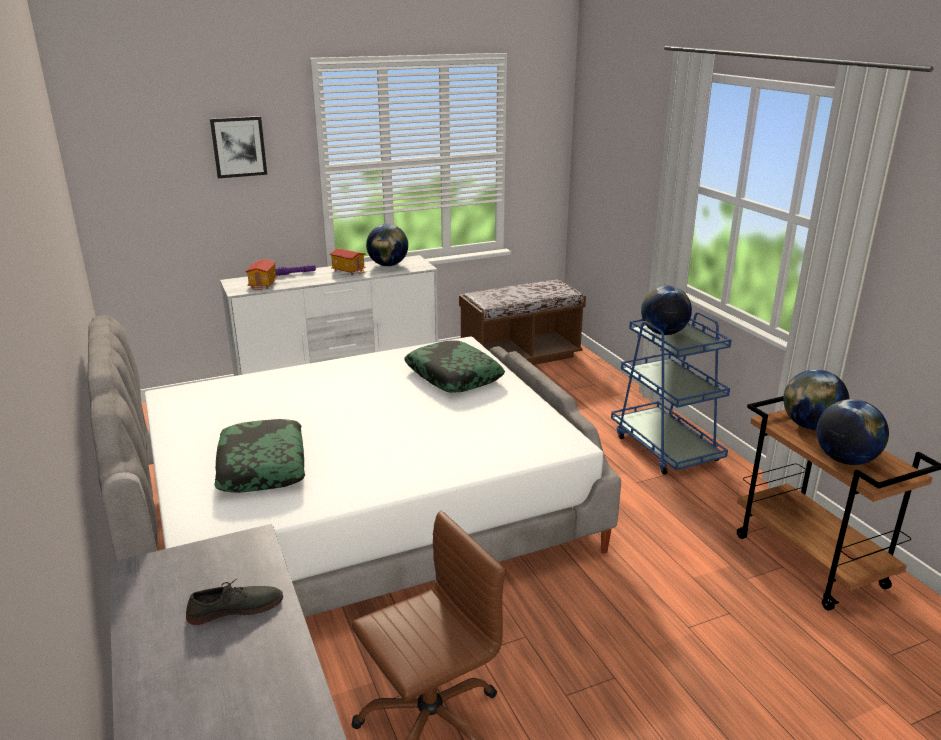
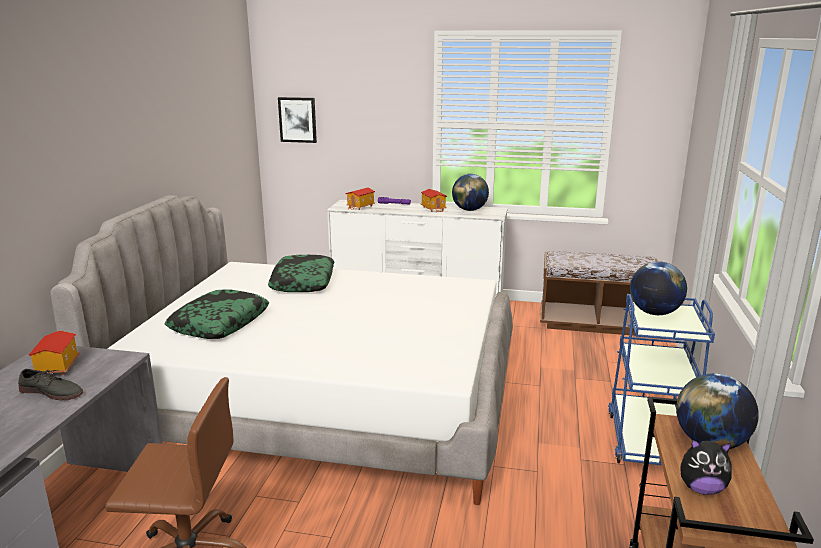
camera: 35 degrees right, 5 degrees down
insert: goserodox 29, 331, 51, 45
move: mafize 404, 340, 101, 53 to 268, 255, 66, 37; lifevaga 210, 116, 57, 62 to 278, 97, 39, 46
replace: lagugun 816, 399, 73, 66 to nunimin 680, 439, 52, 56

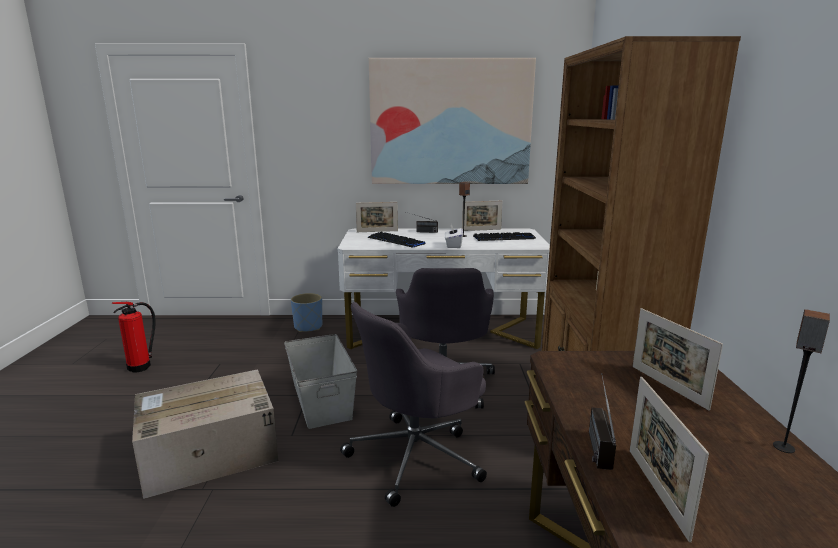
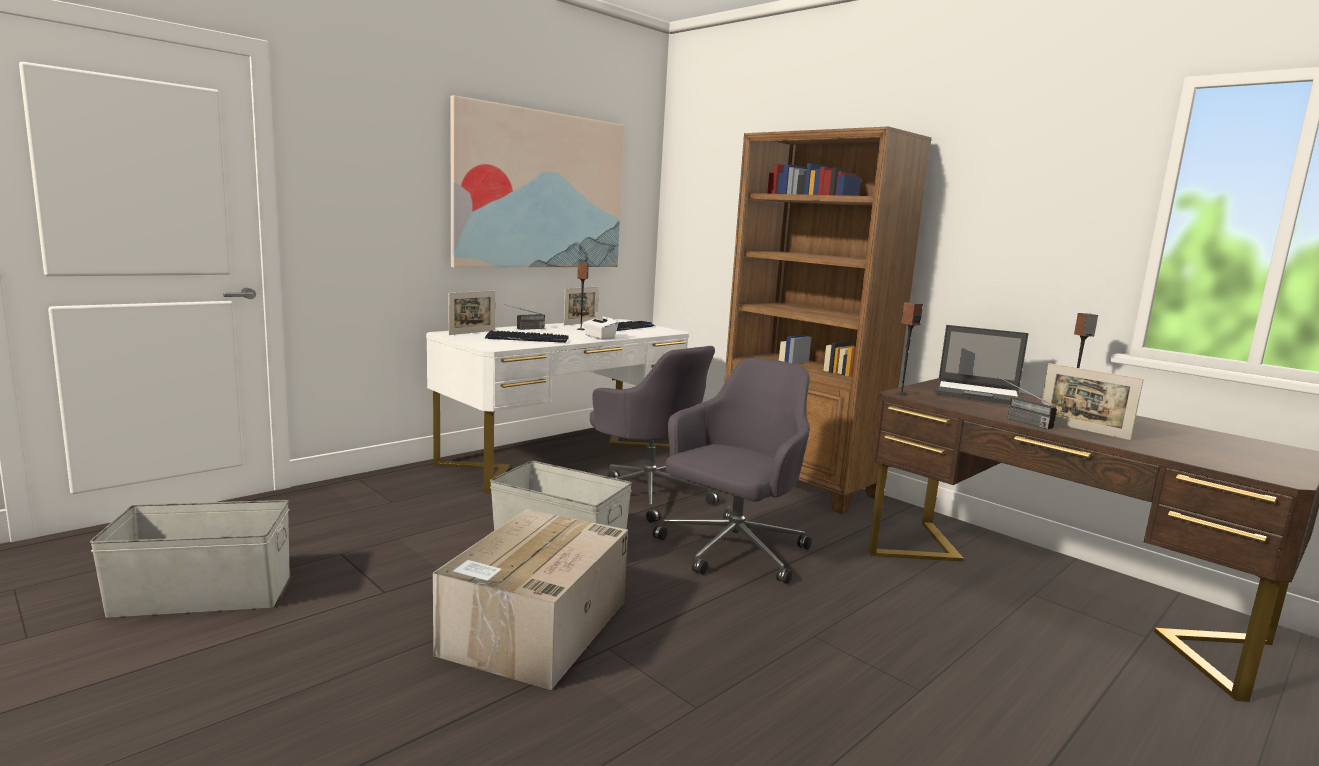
camera: 45 degrees left, 5 degrees down
delete: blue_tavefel 291, 293, 31, 39
insert: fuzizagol 896, 302, 27, 93
replace: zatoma 112, 302, 44, 71 to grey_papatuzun 90, 500, 200, 118; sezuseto 632, 308, 91, 103 to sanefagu 935, 325, 94, 80
rotate: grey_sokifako 340, 302, 147, 205 = 653, 358, 159, 226 150 degrees counterclockwise

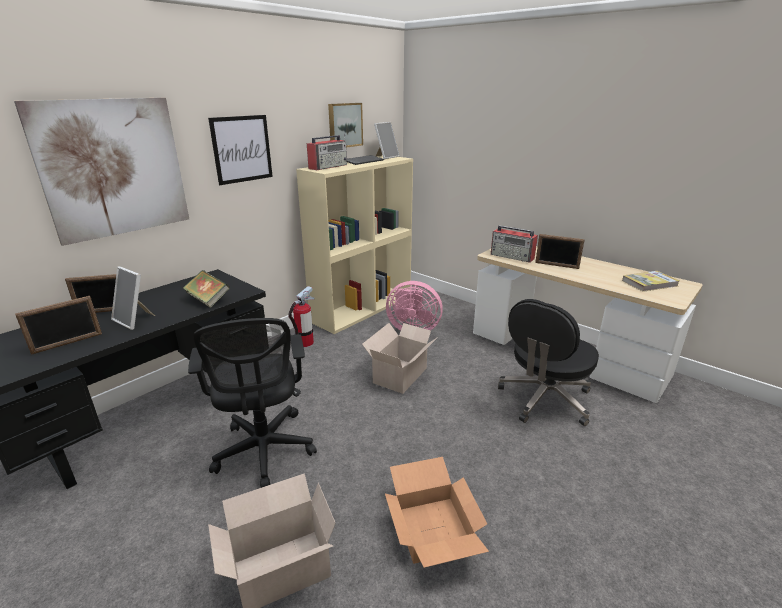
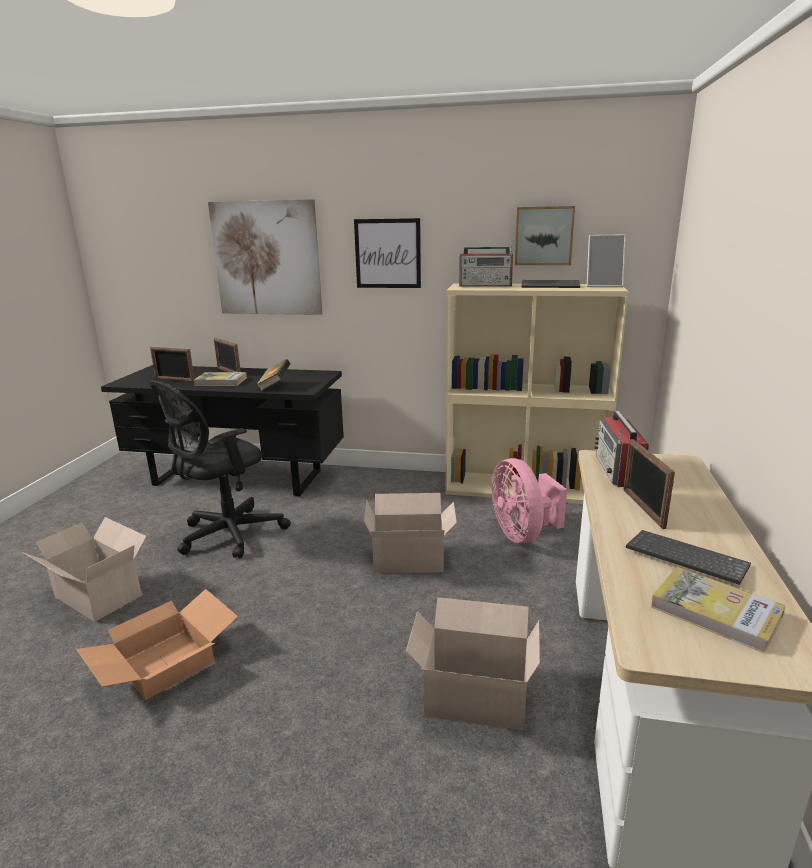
camera: 60 degrees right, 5 degrees down
delete: zatoma 288, 286, 27, 61
insert: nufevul 626, 530, 125, 55
replace: sezuseto 111, 266, 44, 64 to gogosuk 194, 372, 53, 14; black_sokifako 498, 299, 101, 127 to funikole 406, 597, 134, 134

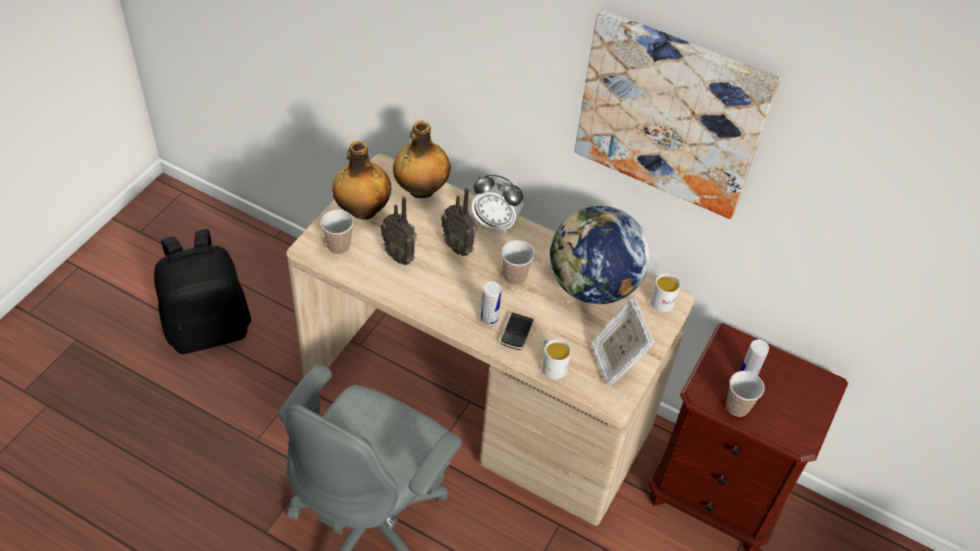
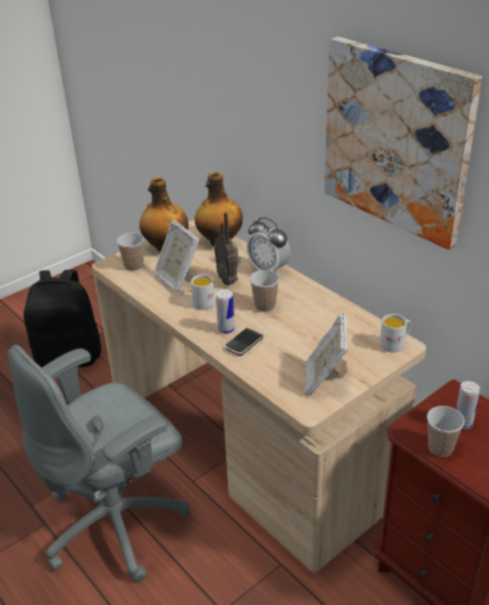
camera: 25 degrees right, 15 degrees down
delete: lagugun 550, 206, 100, 98
move: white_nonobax 542, 338, 30, 42 to 191, 274, 24, 36
replace: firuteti 381, 197, 36, 68 to sezuseto 155, 220, 45, 73

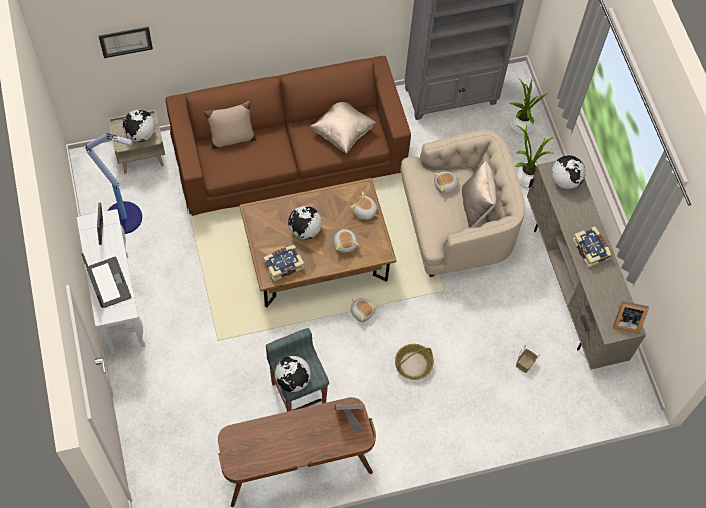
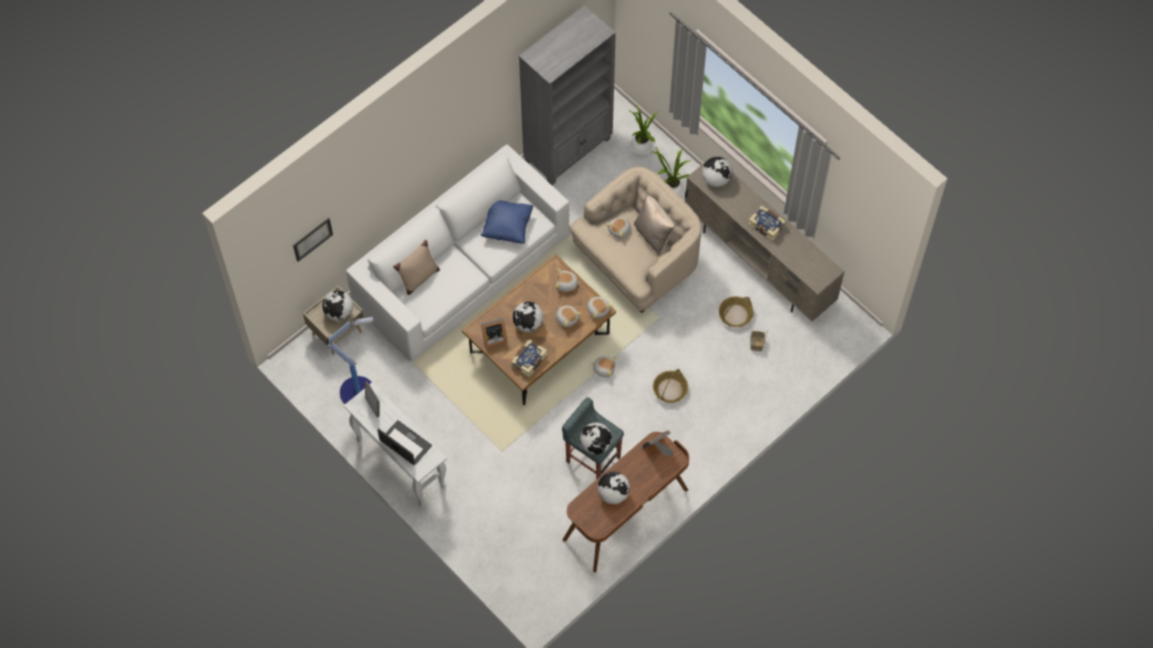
camera: 25 degrees left, 0 degrees up
insert: nunimin 587, 297, 26, 21; lagugun 598, 472, 32, 32; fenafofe 719, 296, 35, 31
move: sezuseto 613, 301, 36, 33 to 481, 318, 27, 30
recolor: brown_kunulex 165, 56, 246, 160 to white_kunulex 346, 145, 224, 217; beige_mafize 310, 102, 67, 51 to blue_mafize 480, 200, 54, 44

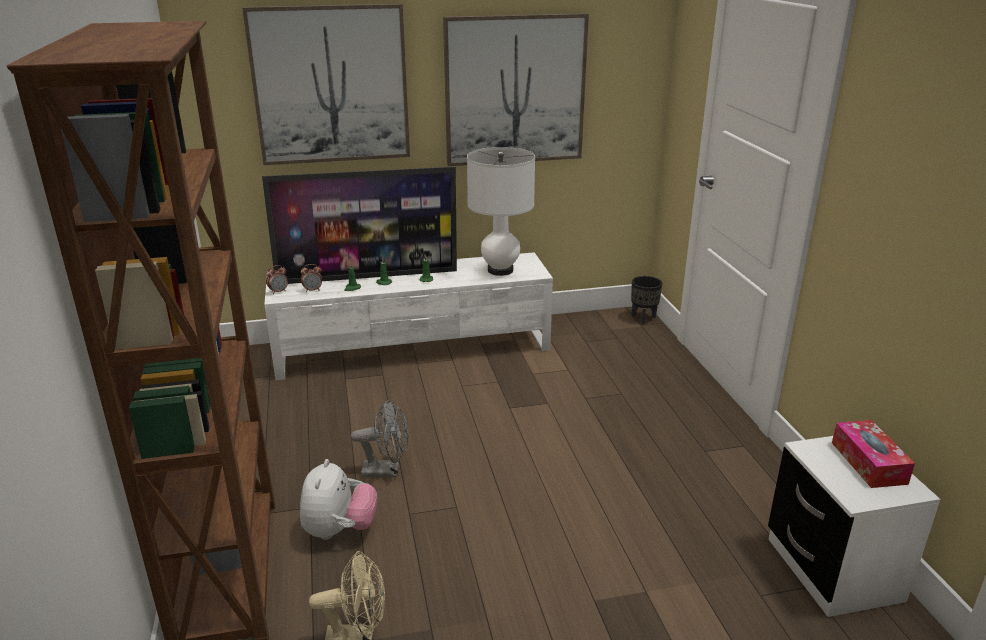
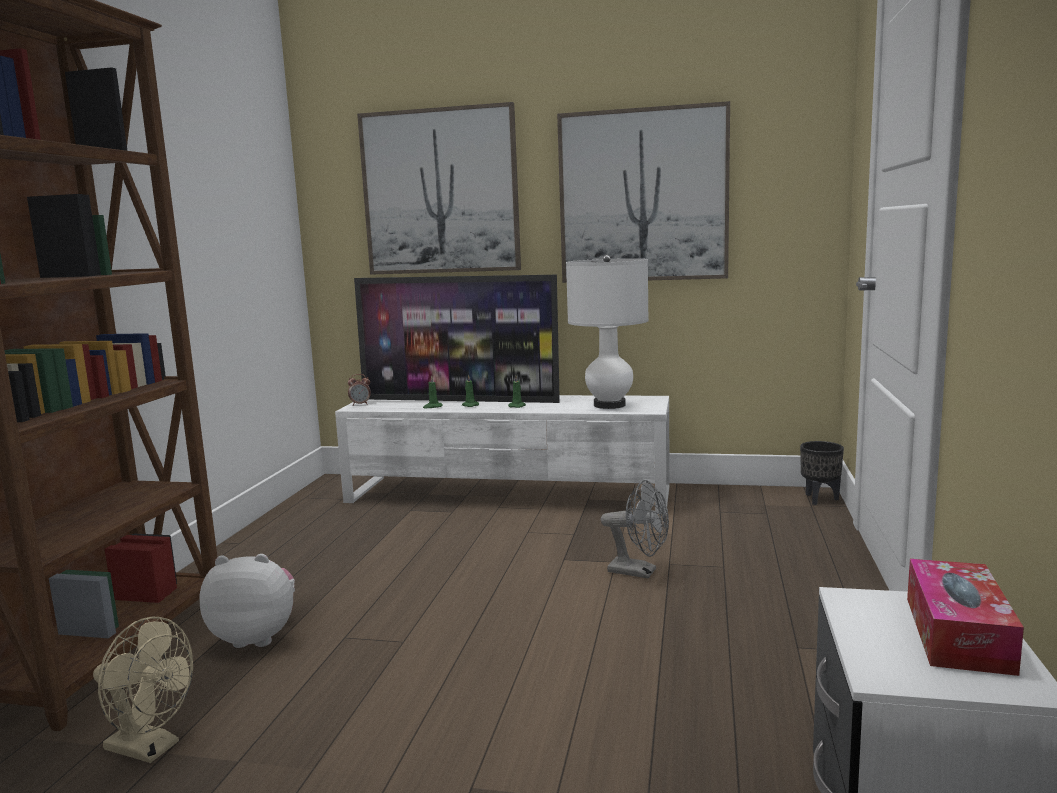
camera: 25 degrees right, 15 degrees down
delete: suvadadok 301, 264, 21, 28
move: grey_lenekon 351, 400, 57, 77 to 601, 480, 68, 99
rotate: nunimin 300, 459, 77, 81 = 199, 554, 96, 94 120 degrees counterclockwise

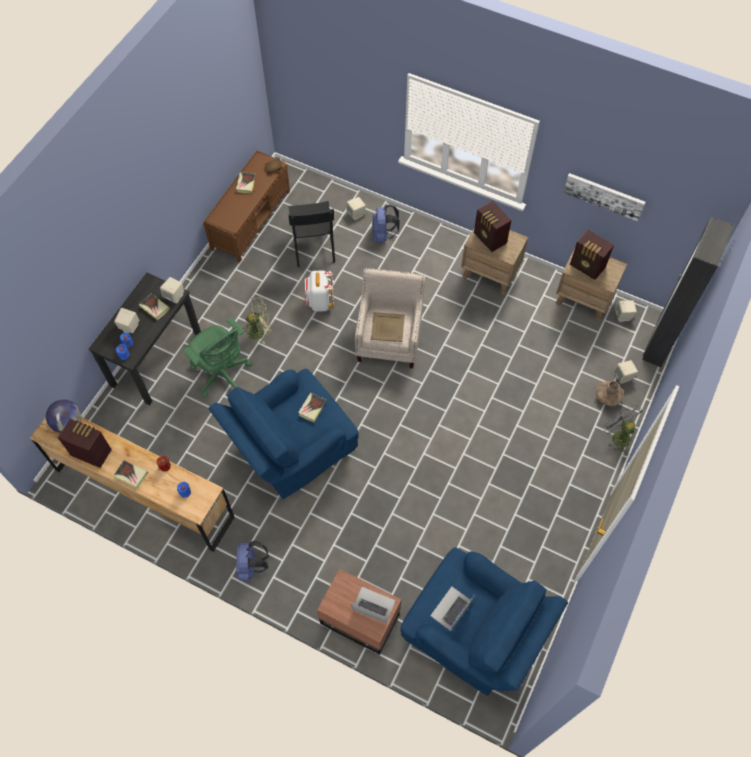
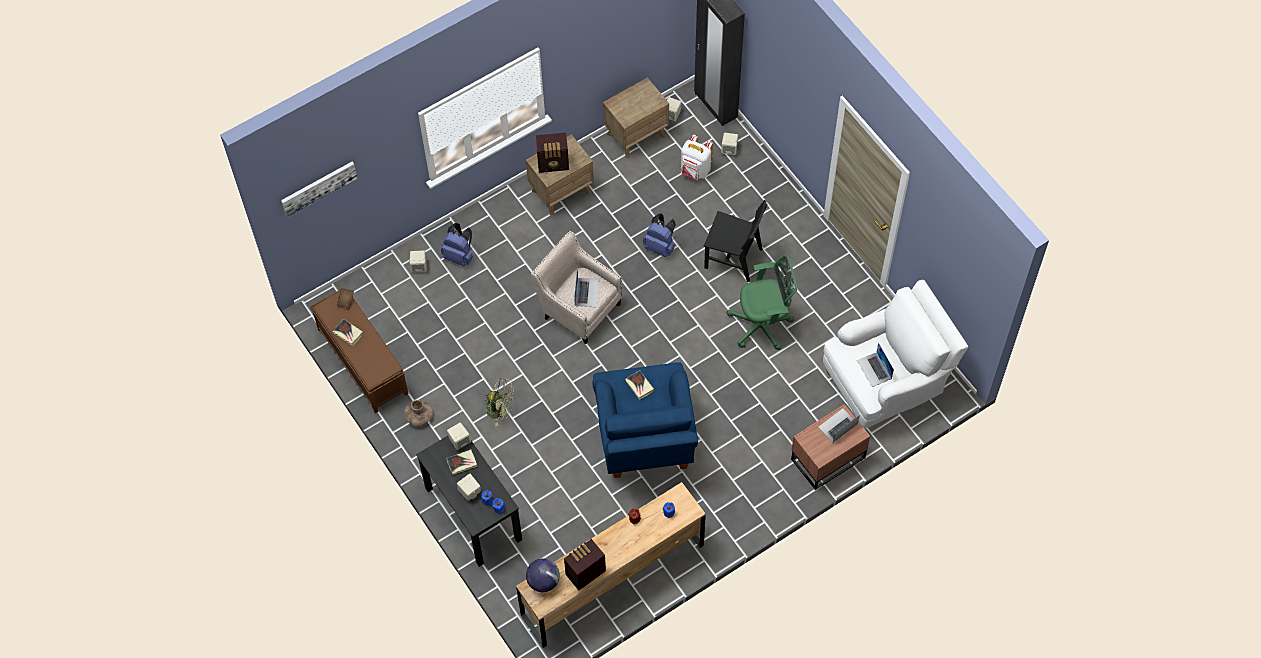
camera: 60 degrees left, 0 degrees up
delete: gogosuk 113, 460, 35, 29; firuteti 570, 230, 44, 50; grey_lenekon 603, 404, 40, 49
move: lifevaga 563, 173, 82, 48 to 281, 162, 77, 55; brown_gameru 596, 381, 28, 25 to 404, 400, 29, 26; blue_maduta 236, 541, 33, 40 to 643, 214, 33, 43; white_maduta 305, 271, 29, 41 to 681, 135, 32, 45; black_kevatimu 288, 201, 47, 66 to 703, 200, 65, 82; green_sokifako 183, 317, 68, 80 to 726, 255, 71, 95
replace: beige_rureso 371, 312, 34, 30 to sanefagu 575, 268, 24, 39
recolor: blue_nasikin 401, 547, 167, 149 to white_nasikin 823, 280, 146, 148
rotate: green_lenekon 243, 297, 29, 47 = 483, 378, 32, 48 90 degrees clockwise

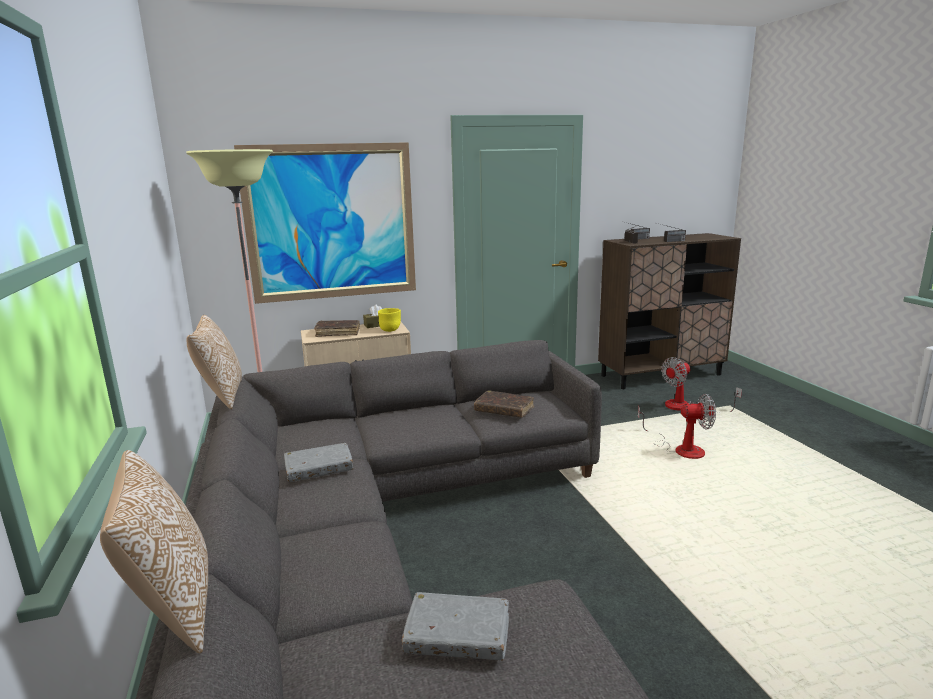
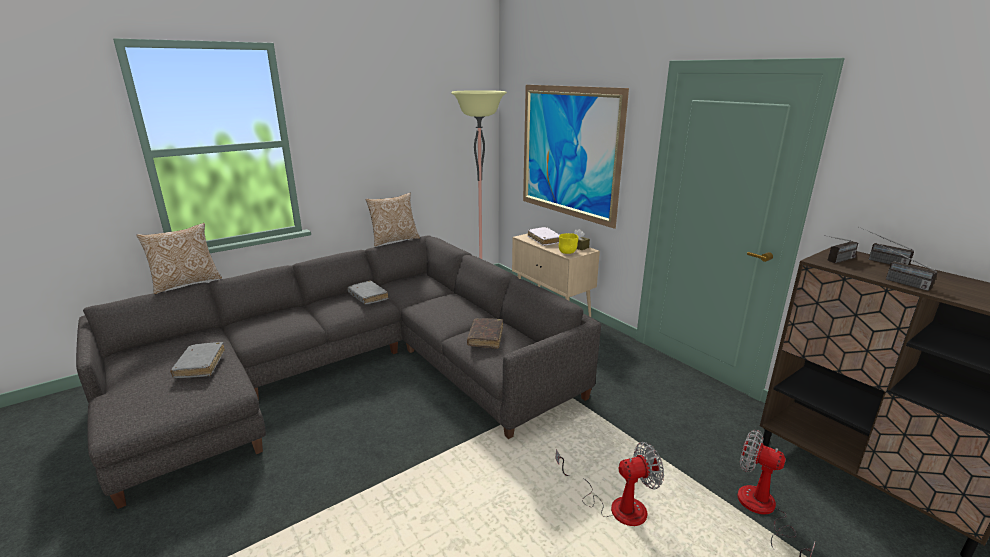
camera: 70 degrees right, 5 degrees up
recolor: brown_gogosuk 314, 320, 46, 17 to white_gogosuk 528, 227, 31, 19
rotate: lenekon 638, 394, 78, 65 = 556, 442, 108, 84 90 degrees counterclockwise

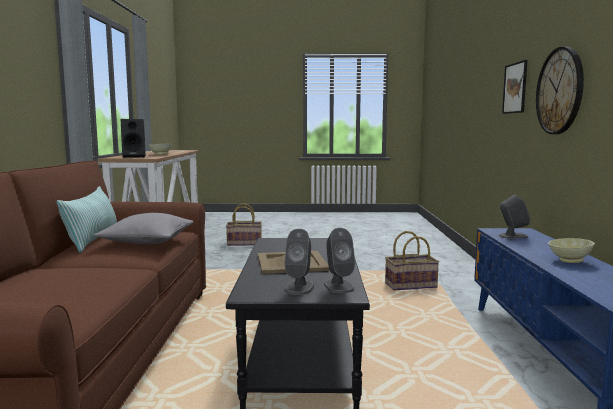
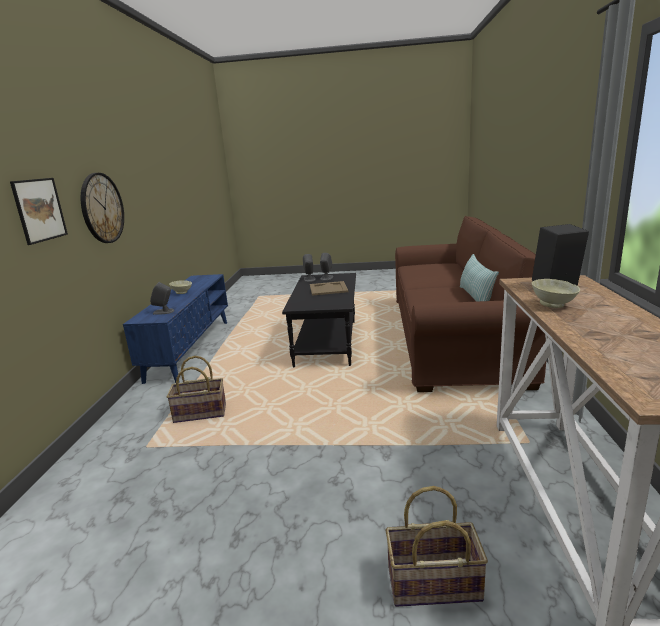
camera: 175 degrees left, 10 degrees up
delete: grey_mafize 93, 213, 101, 31

